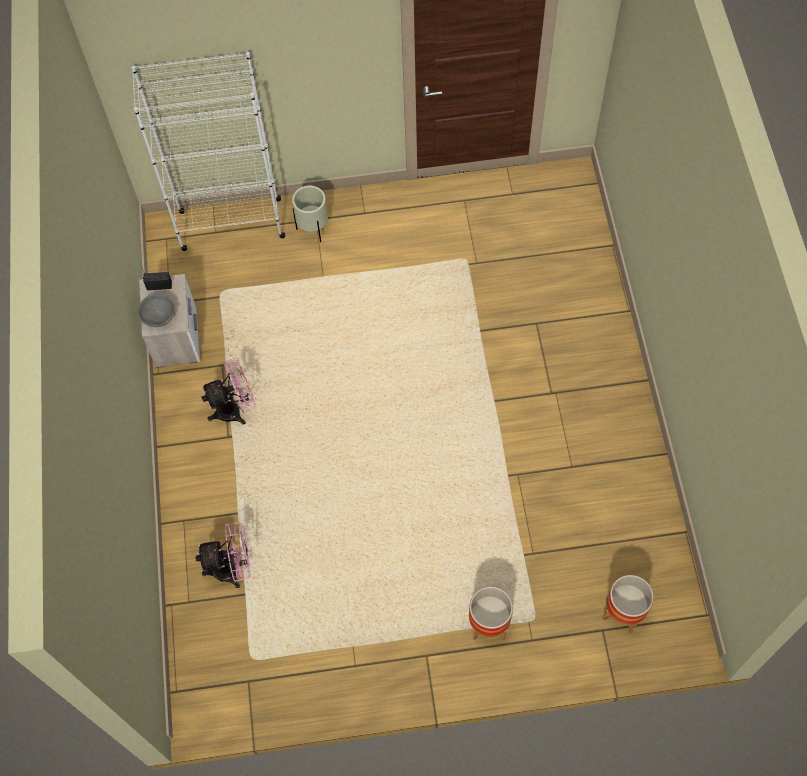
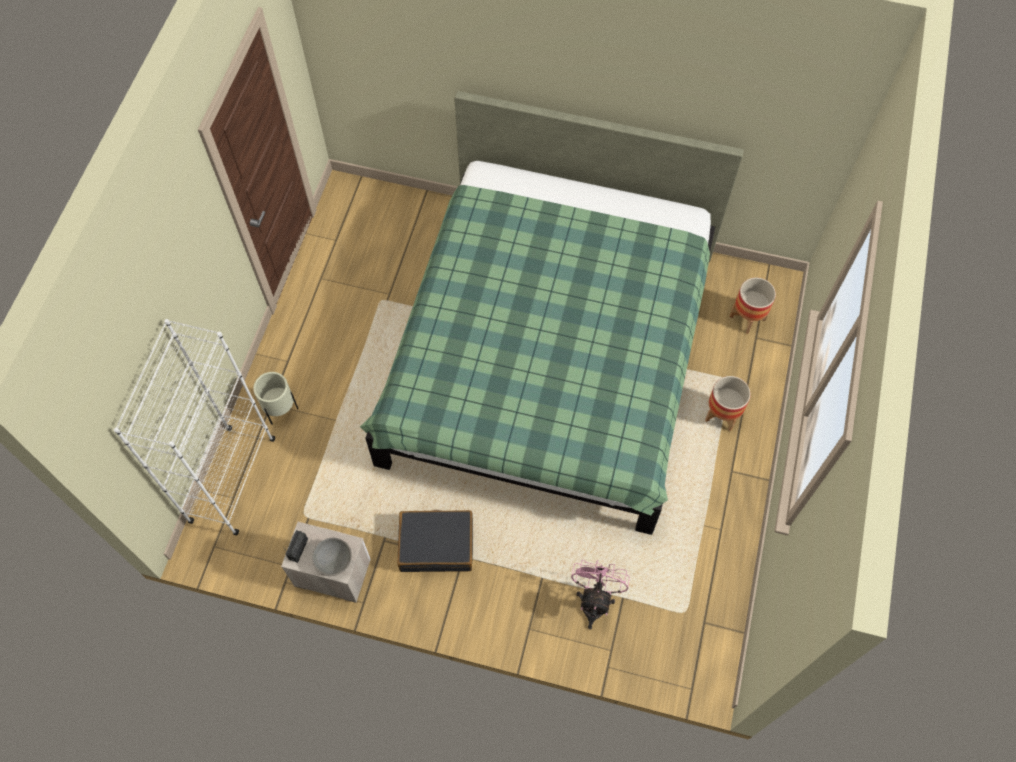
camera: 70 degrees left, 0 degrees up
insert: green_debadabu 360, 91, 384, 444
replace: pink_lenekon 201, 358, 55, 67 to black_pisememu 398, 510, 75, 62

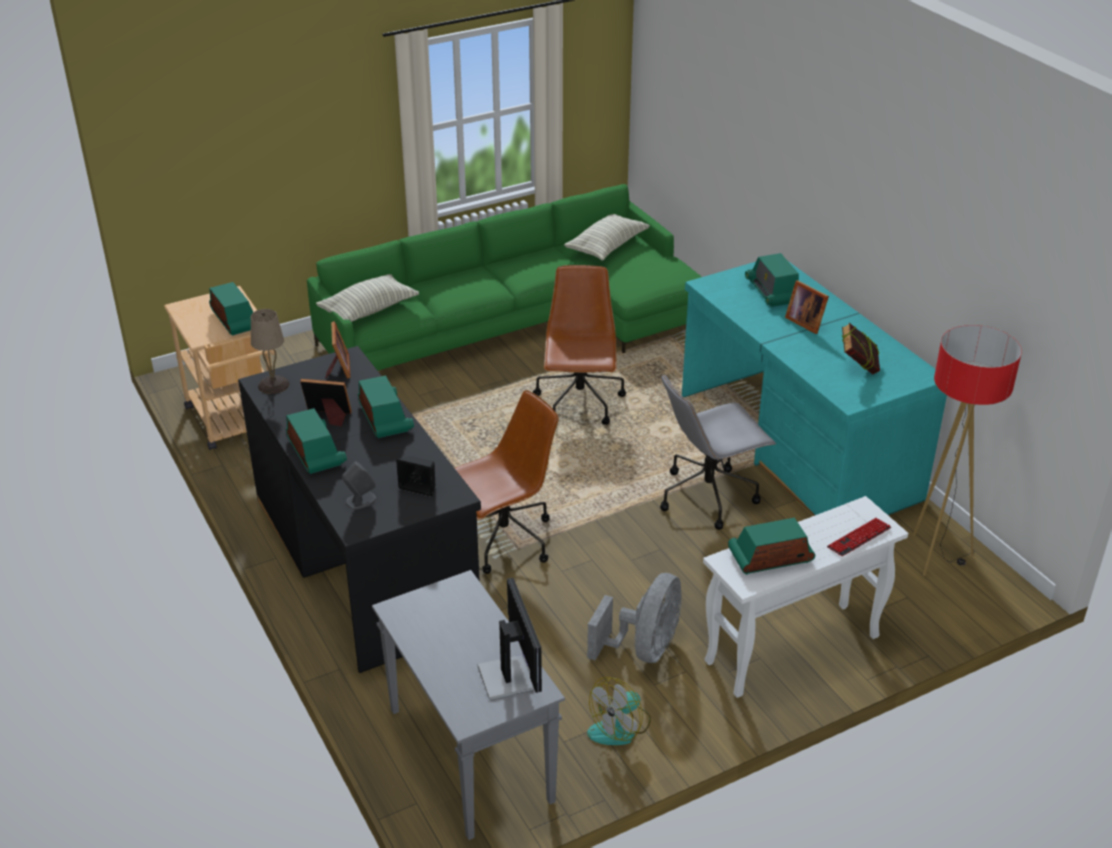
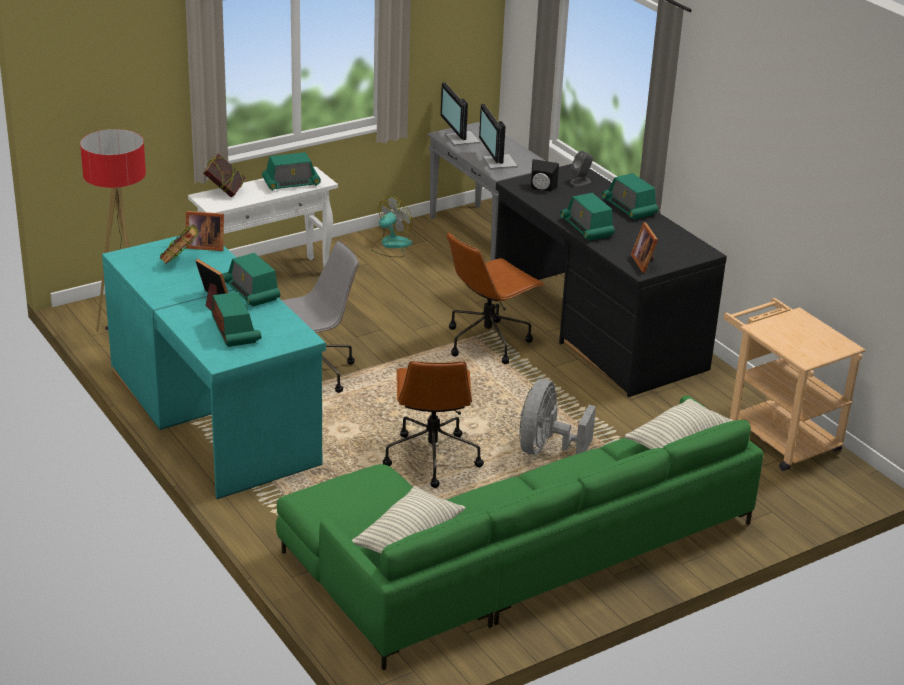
camera: 175 degrees right, 5 degrees down
delete: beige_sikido 251, 309, 38, 85
insert: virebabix 479, 104, 39, 66
move: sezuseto 300, 379, 52, 48 to 185, 211, 39, 40; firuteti 209, 282, 44, 54 to 223, 253, 57, 54; grey_lenekon 587, 573, 95, 90 to 519, 379, 77, 76
replace: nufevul 827, 518, 64, 38 to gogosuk 203, 153, 43, 45

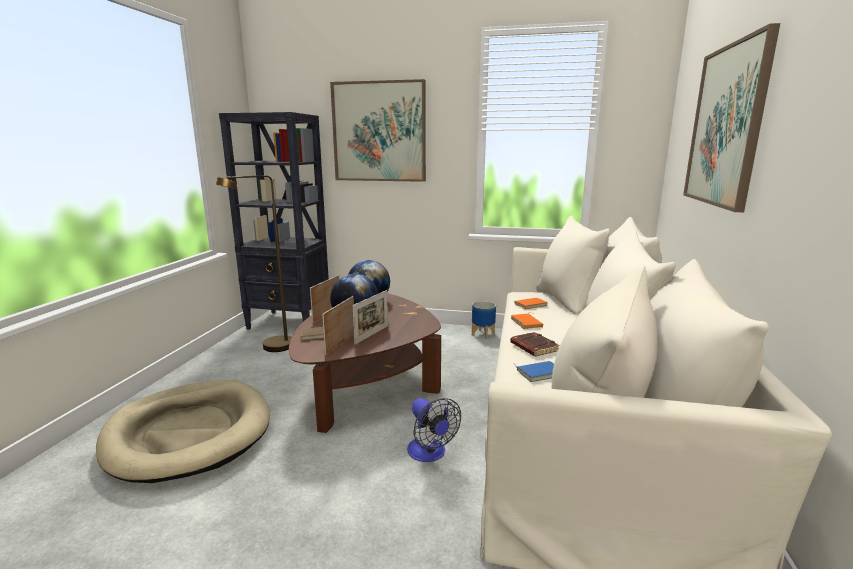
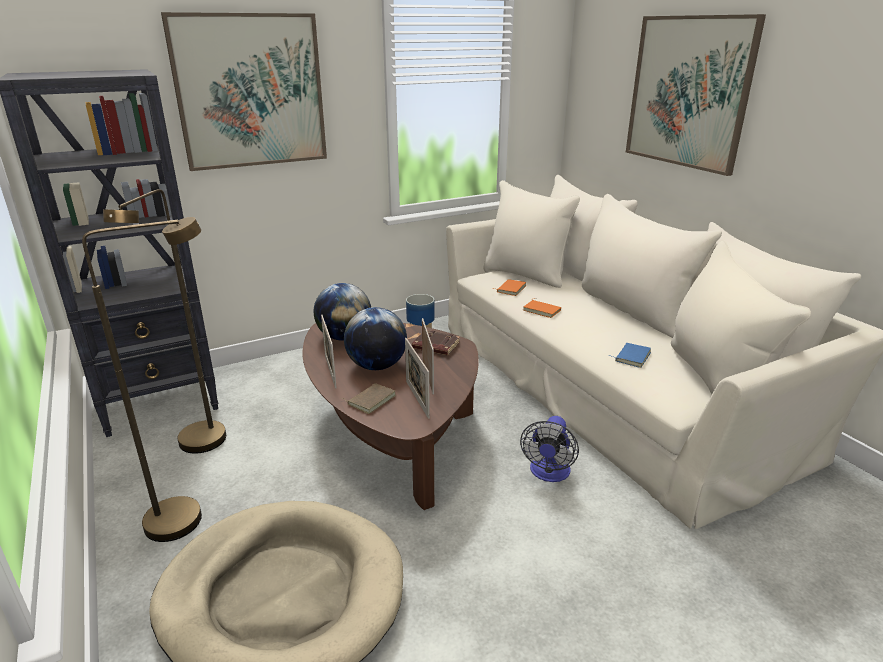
camera: 40 degrees left, 10 degrees up
insert: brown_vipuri 82, 217, 120, 325
move: brown_gogosuk 510, 332, 50, 25 to 412, 330, 48, 26
rotate: lenekon 407, 398, 54, 64 = 520, 416, 59, 66 90 degrees clockwise

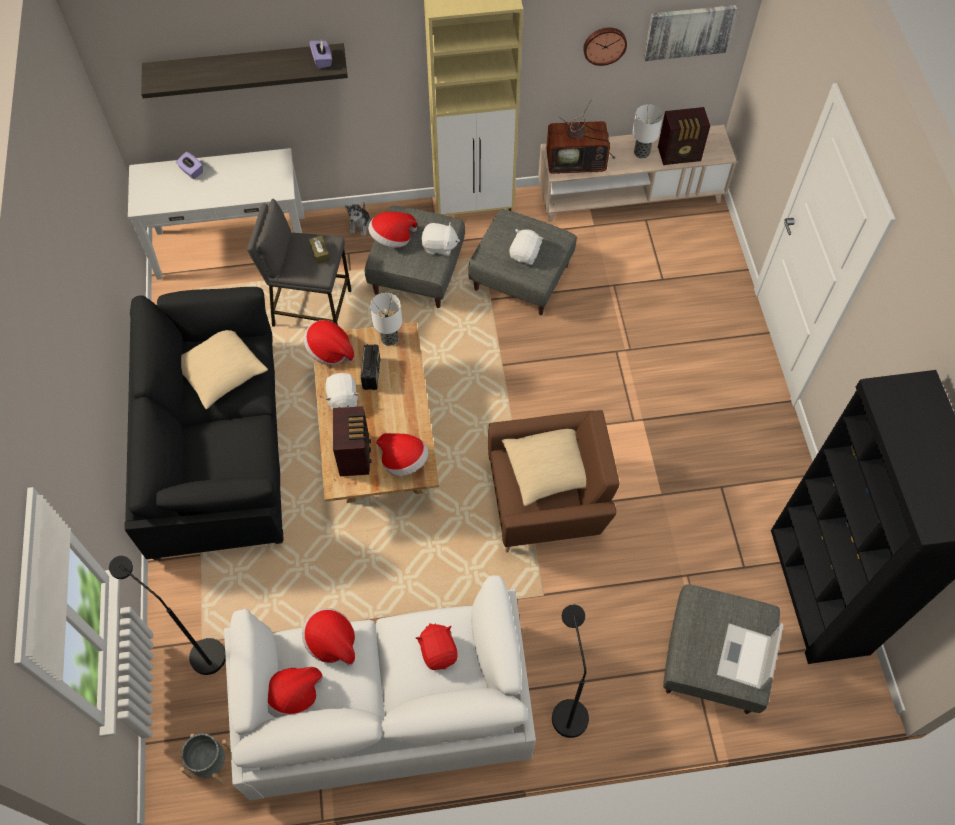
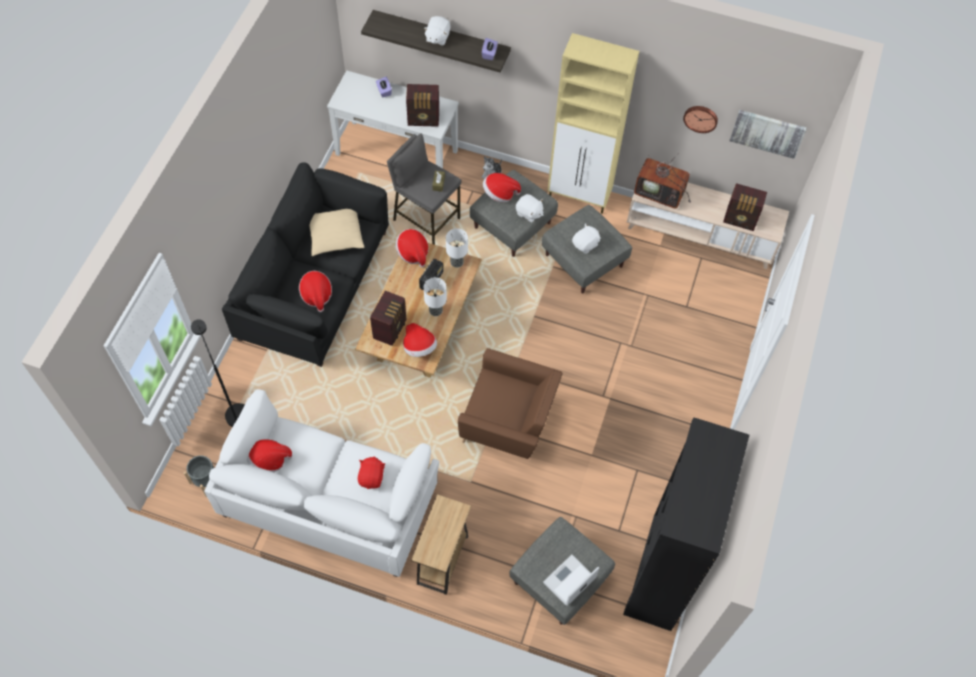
camera: 25 degrees right, 0 degrees up
delete: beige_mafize 502, 429, 84, 77
insert: firuteti 406, 84, 33, 43
move: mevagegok 302, 608, 53, 58 to 299, 271, 33, 41; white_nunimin 325, 373, 33, 37 to 423, 16, 28, 30; sikido 632, 104, 31, 55 to 424, 277, 23, 39
replace: black_vipuri 552, 604, 37, 134 to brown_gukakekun 411, 494, 60, 101

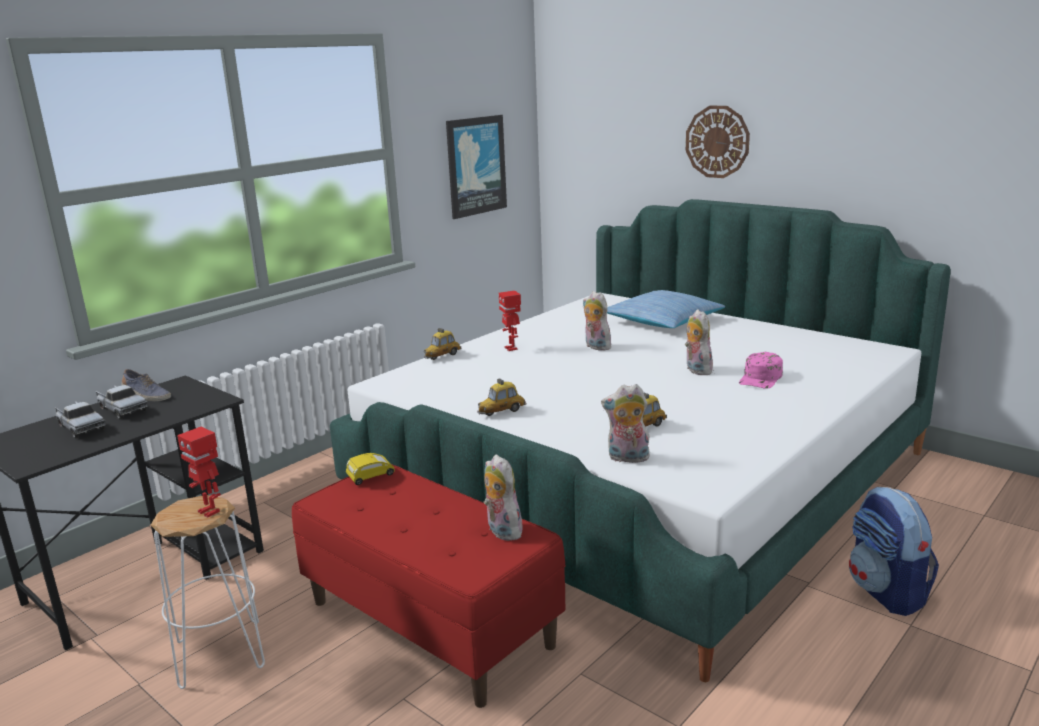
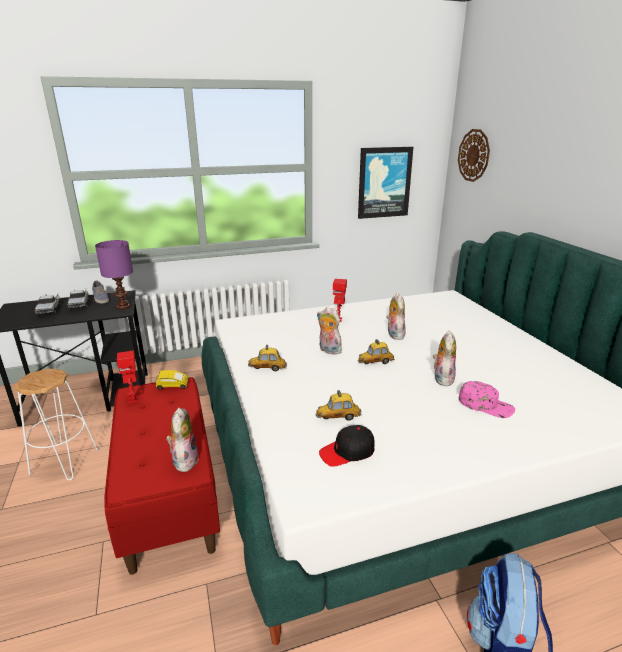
camera: 30 degrees right, 5 degrees up
delete: mafize 607, 290, 118, 38
insert: purple_sikido 95, 240, 38, 69; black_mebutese 319, 425, 55, 42
move: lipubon 177, 427, 44, 91 to 117, 350, 21, 54; nunimin 601, 384, 49, 79 to 317, 307, 25, 48; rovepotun 424, 328, 38, 32 to 358, 339, 37, 25; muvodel 686, 106, 64, 72 to 458, 129, 32, 53
rotate: pink_mebutese 739, 352, 44, 37 = 459, 381, 56, 37 120 degrees counterclockwise

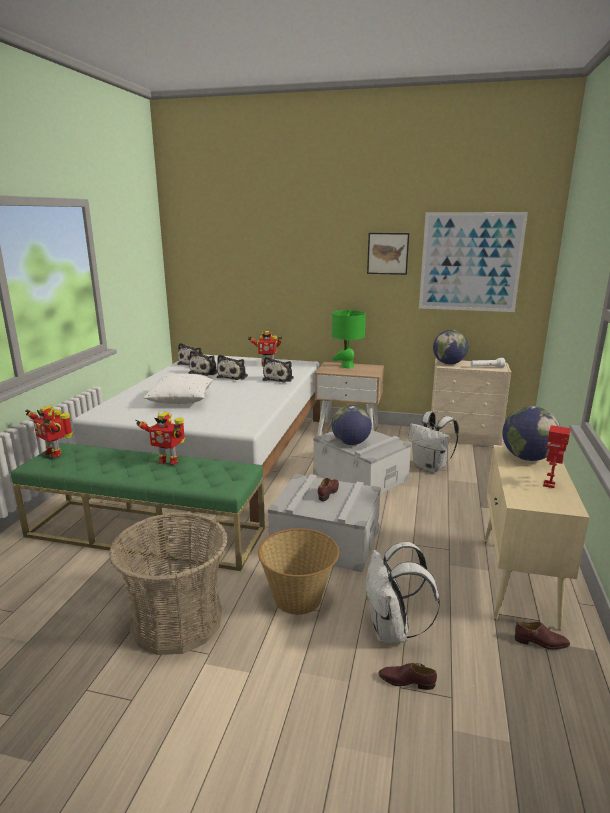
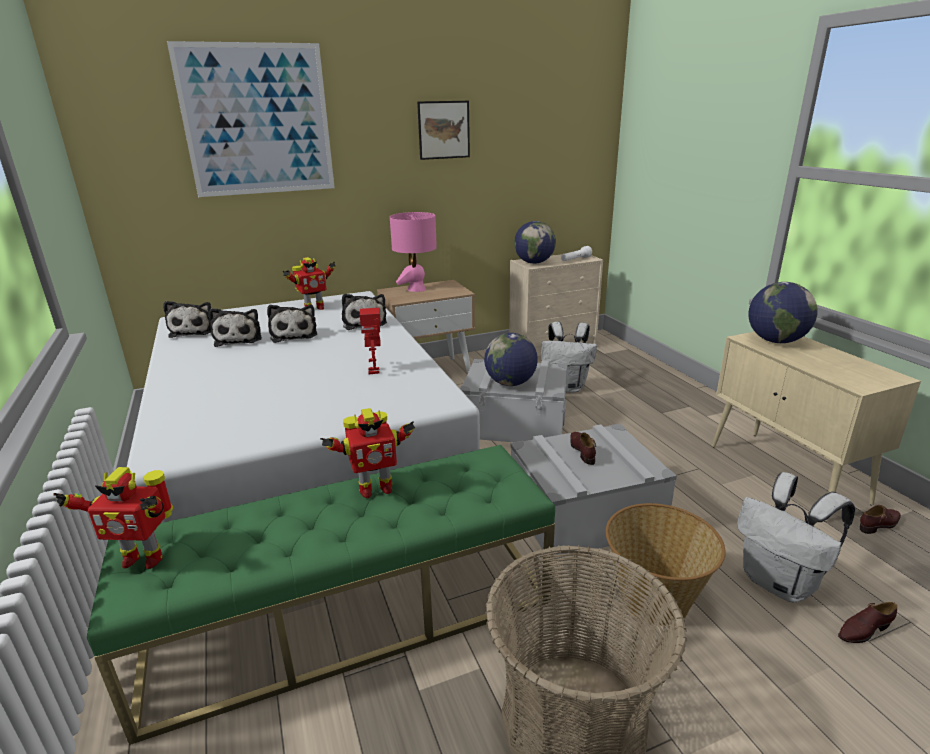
camera: 35 degrees left, 5 degrees up
delete: white_mafize 144, 374, 69, 30
move: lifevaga 419, 212, 109, 100 to 167, 41, 168, 156; lipubon 543, 425, 28, 63 to 360, 308, 21, 66
recolor: green_sikido 332, 310, 34, 59 to pink_sikido 390, 212, 47, 80

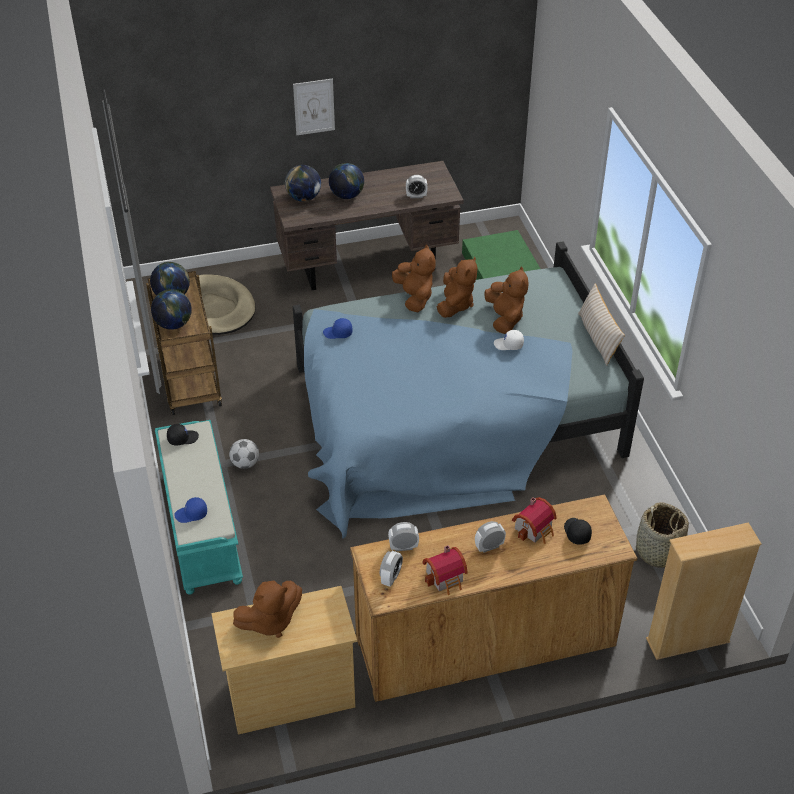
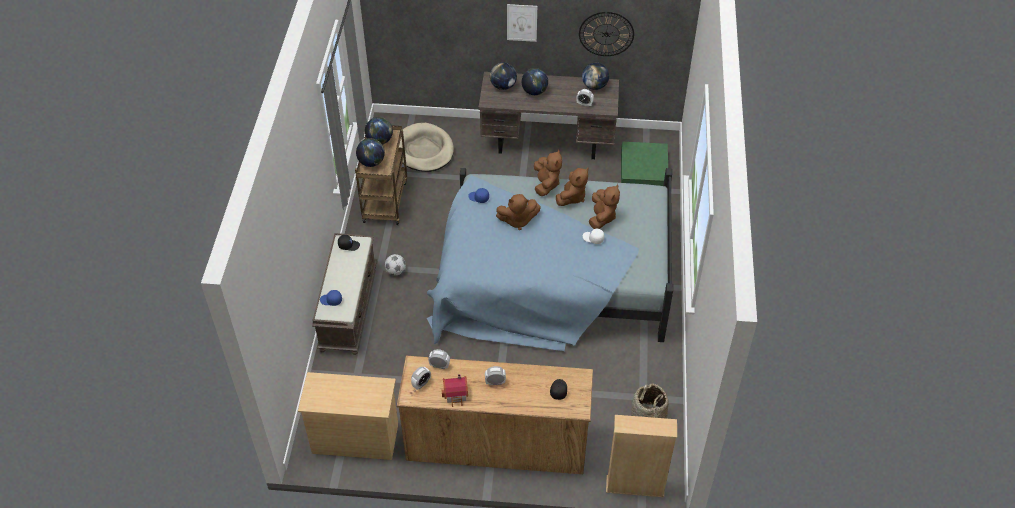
camera: 20 degrees right, 5 degrees up
delete: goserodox 512, 497, 45, 47; beige_mafize 578, 284, 47, 82
insert: muvodel 579, 12, 55, 44; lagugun 582, 62, 27, 28
move: brown_nunimin 233, 580, 69, 58 to 496, 194, 45, 36
recolor: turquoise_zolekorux 155, 420, 88, 175 to brown_zolekorux 312, 233, 65, 122

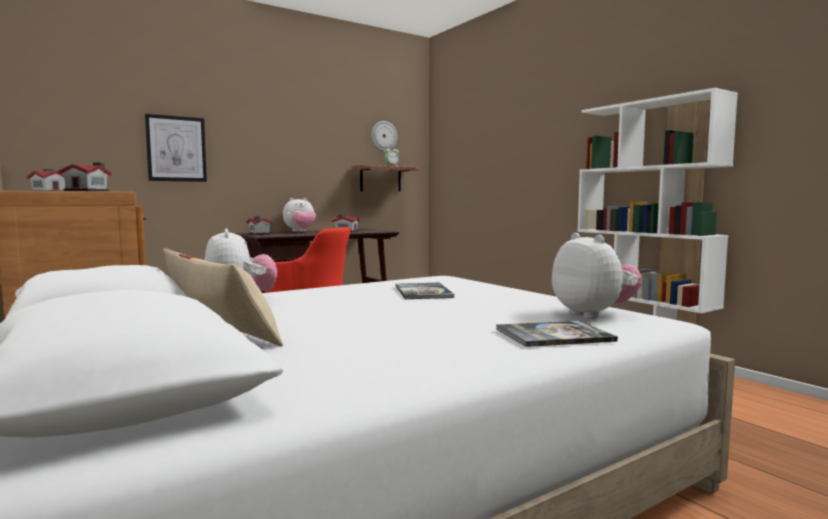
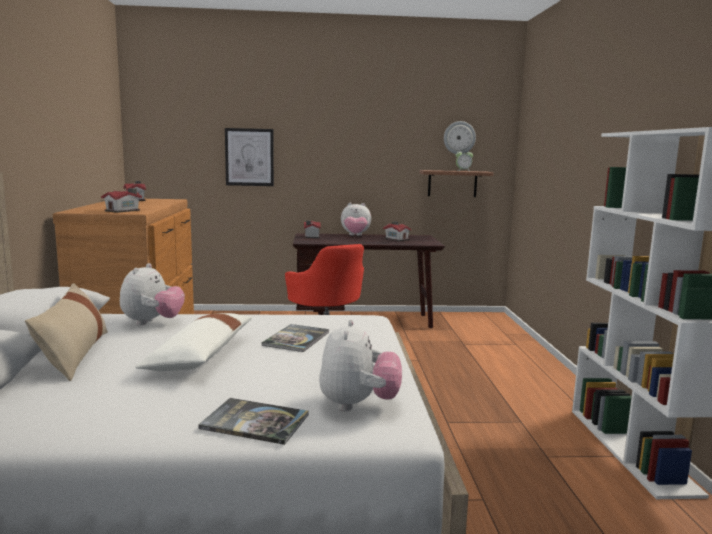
camera: 30 degrees right, 5 degrees up
insert: white_mafize 135, 313, 118, 58

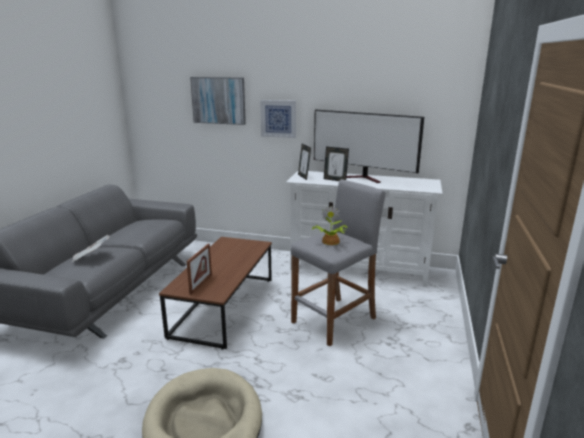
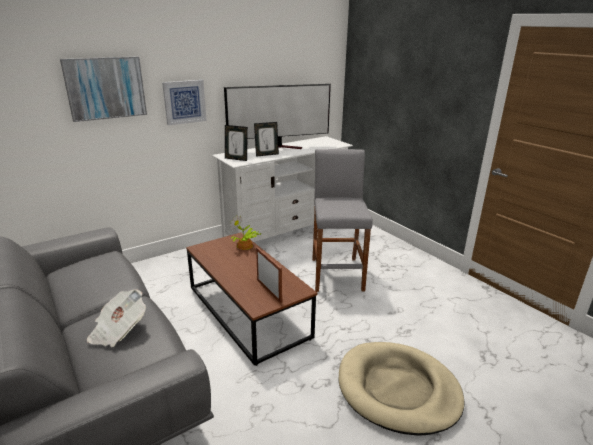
camera: 50 degrees left, 5 degrees up
move: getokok 312, 206, 36, 39 to 230, 216, 31, 34

